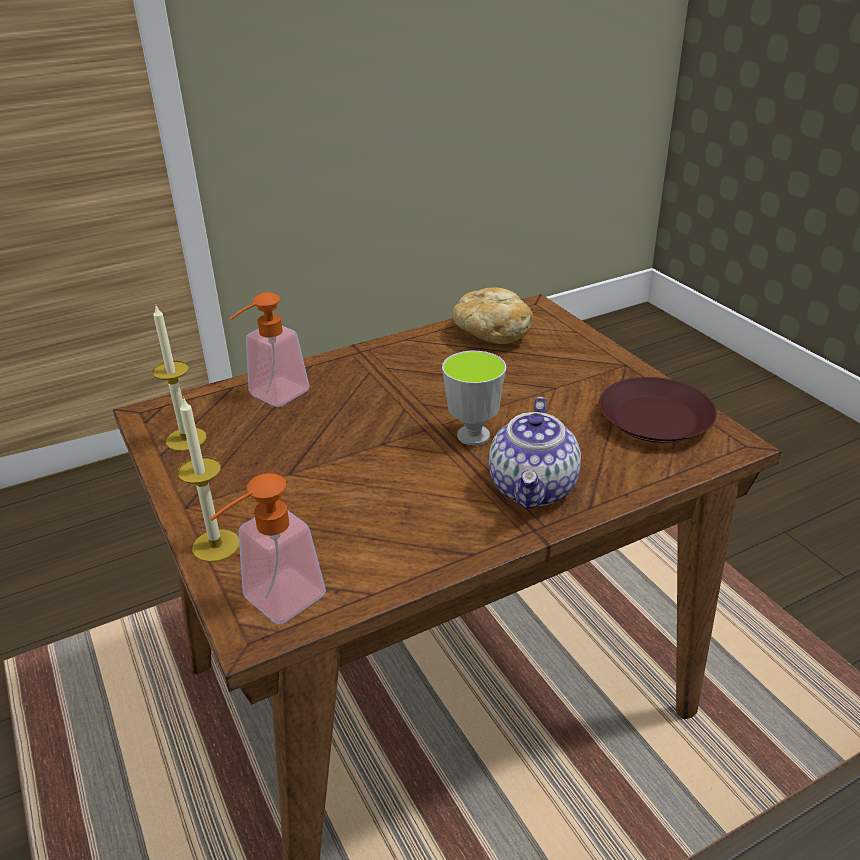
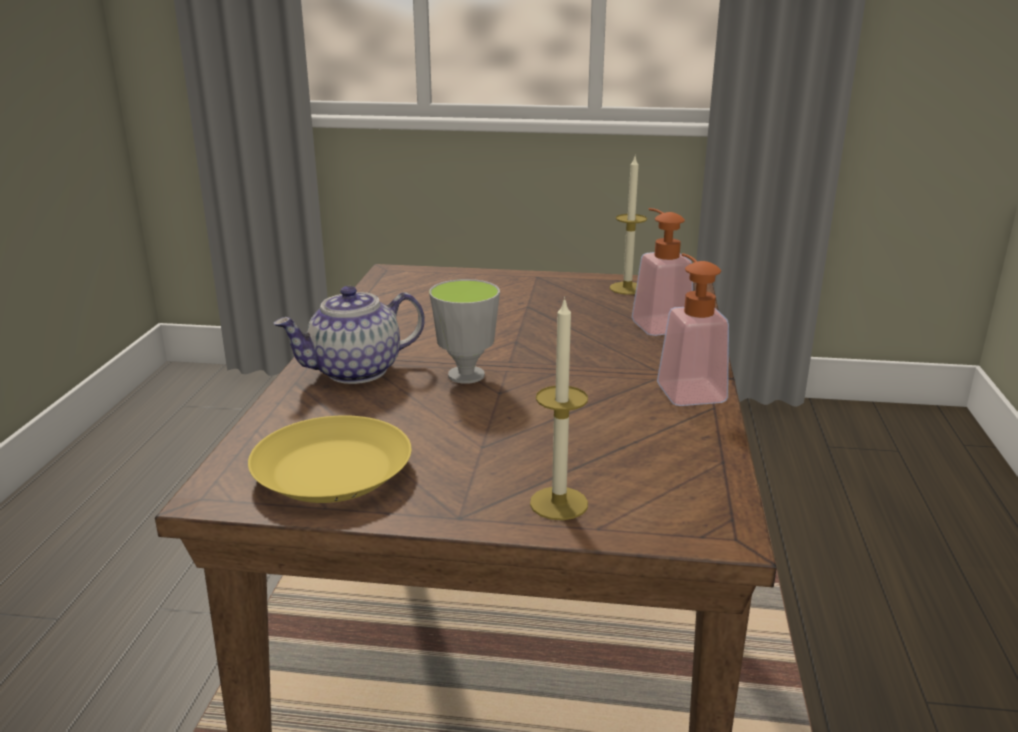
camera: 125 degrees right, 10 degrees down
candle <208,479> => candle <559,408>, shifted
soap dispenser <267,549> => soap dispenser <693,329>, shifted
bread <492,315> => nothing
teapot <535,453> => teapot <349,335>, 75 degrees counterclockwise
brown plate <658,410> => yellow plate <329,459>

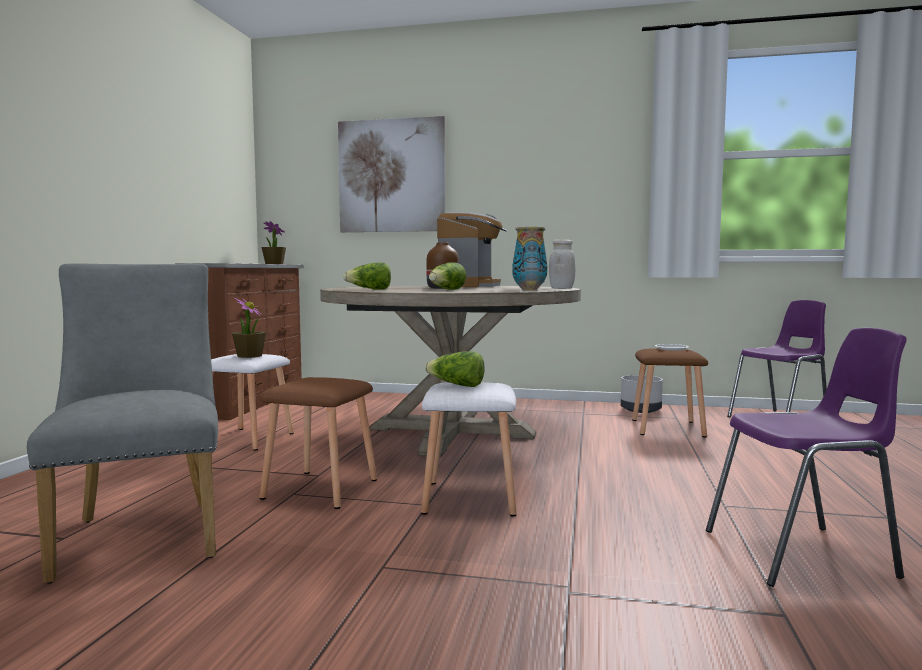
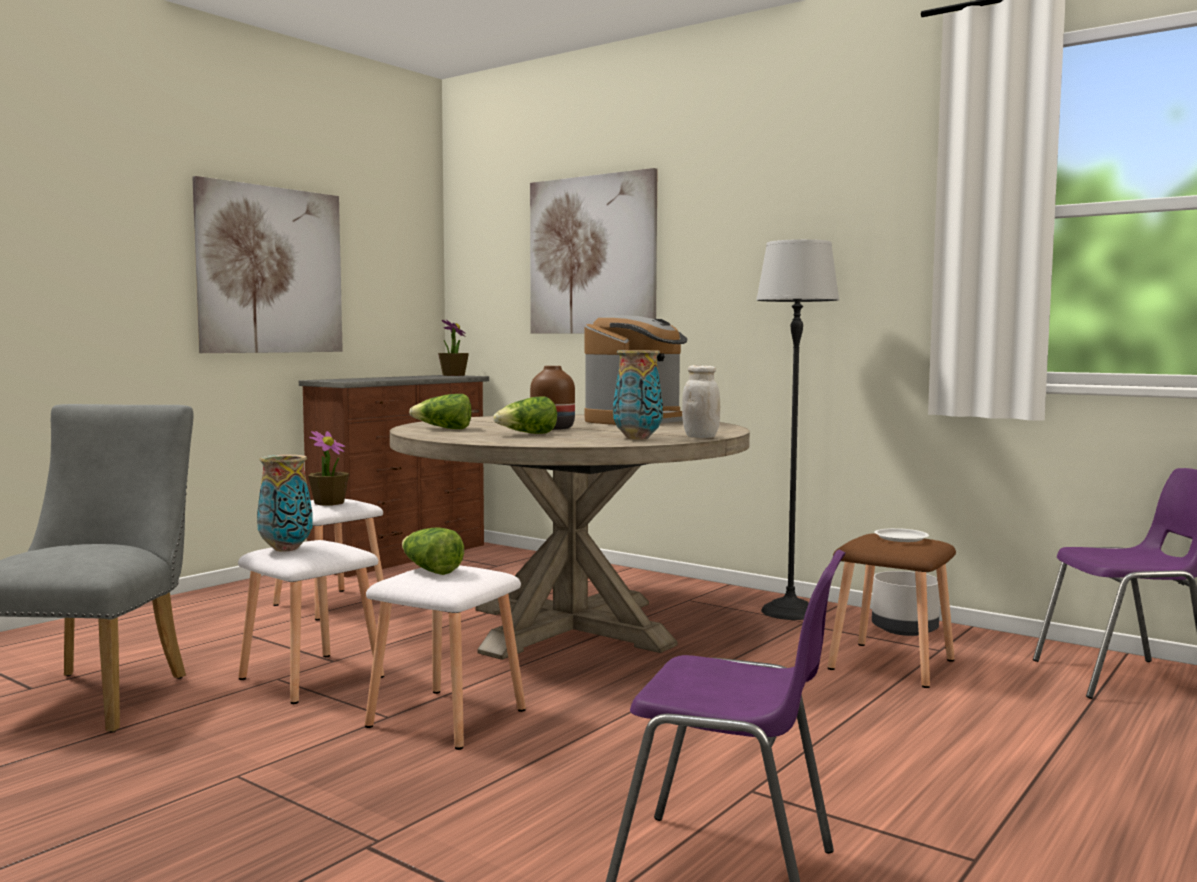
camera: 25 degrees right, 0 degrees up
brown stool <318,443> => white stool <311,622>
nothing => picture <267,264>
nothing => vase <285,503>
nothing => floor lamp <797,429>

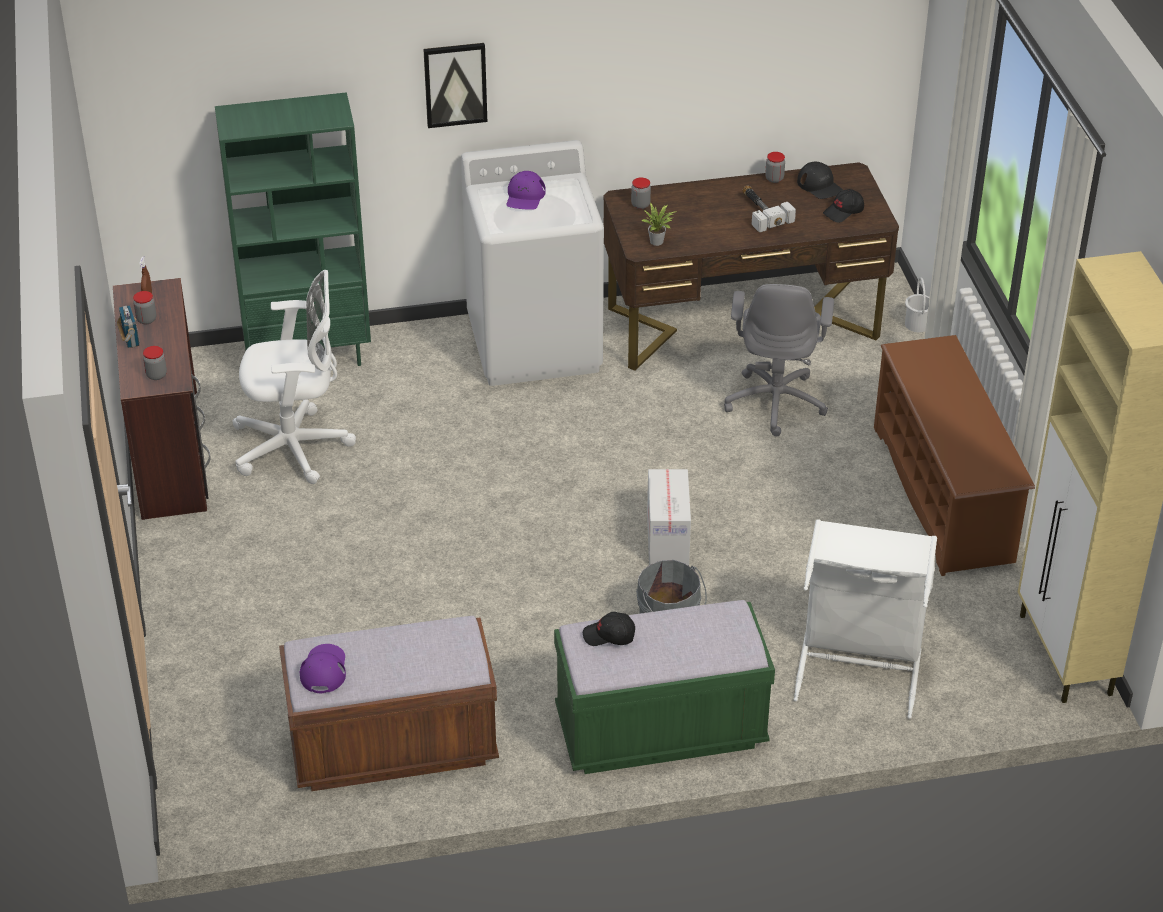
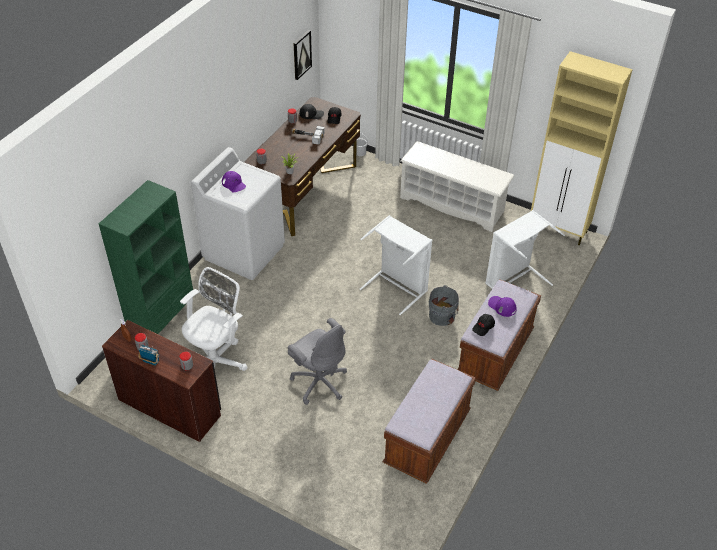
camera: 50 degrees left, 5 degrees up
purple cap <322,668> => purple cap <502,306>, shifted
picture <455,85> => picture <303,55>, shifted
green bench <664,687> => brown bench <499,335>
cardboard box <669,517> => white laundry basket <396,265>
grey office chair <779,360> => grey office chair <317,361>, shifted
brown shoe rack <954,455> => white shoe rack <457,186>

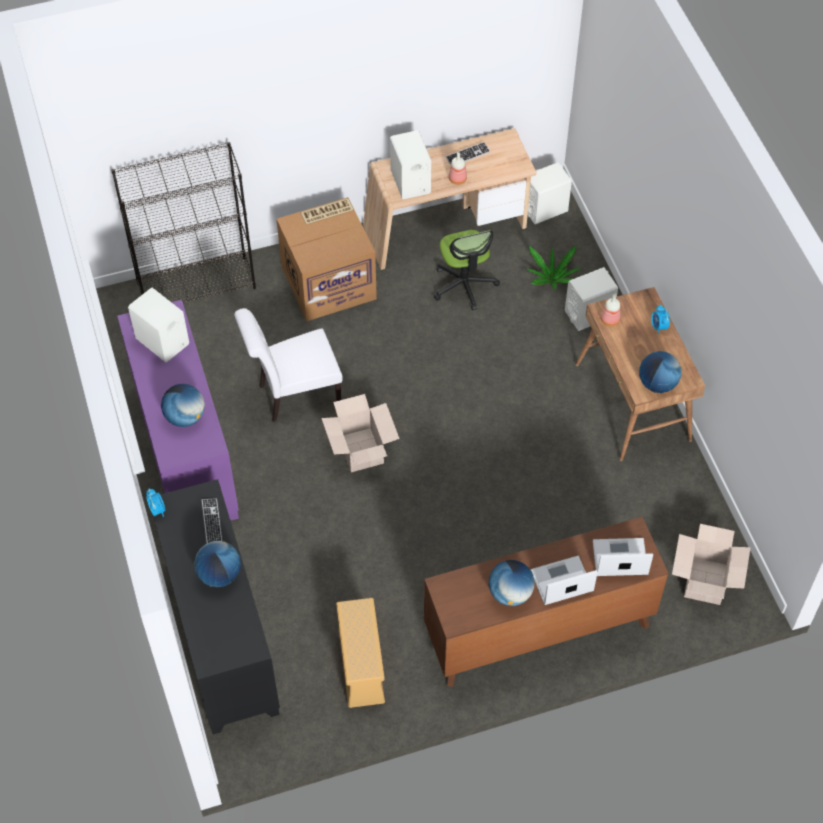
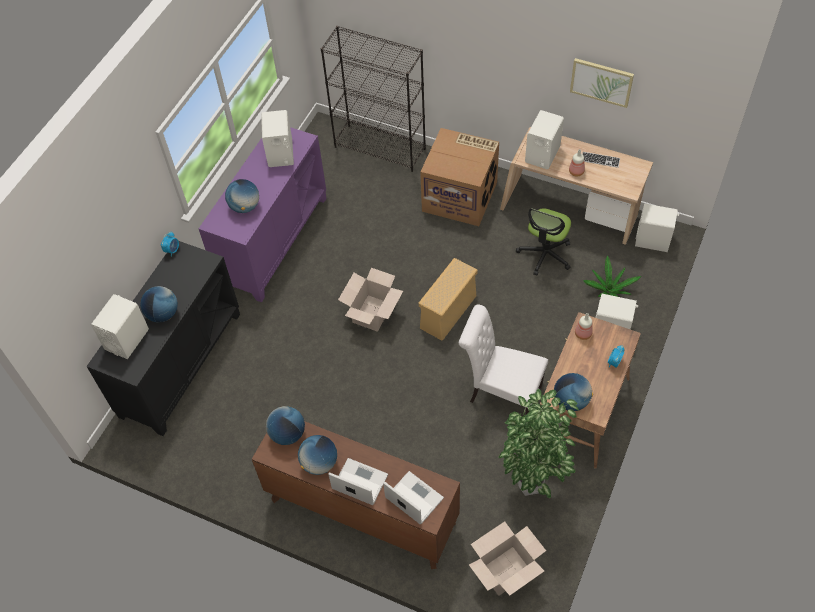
camera: 45 degrees right, 0 degrees up
keyboard <212,520> => nothing
white chair <288,365> => white chair <503,360>, shifted
beige storage box <360,653> => beige storage box <448,299>, shifted
nothing => white speaker <120,326>
nothing => globe <285,425>
nothing => potted plant <539,443>
nothing => picture <602,83>

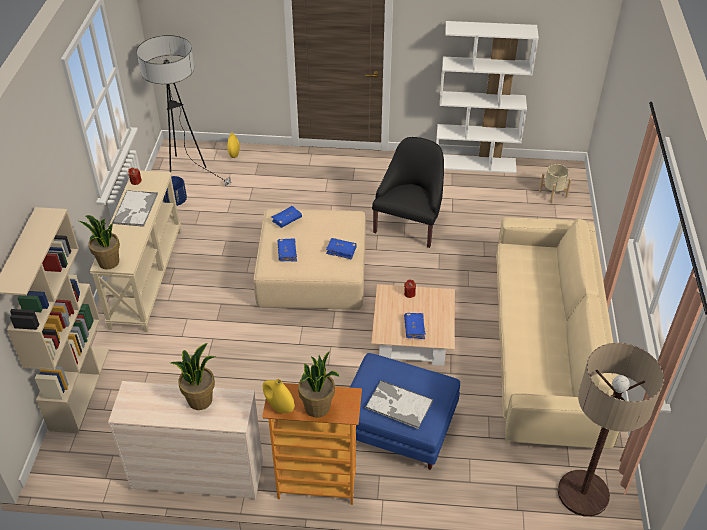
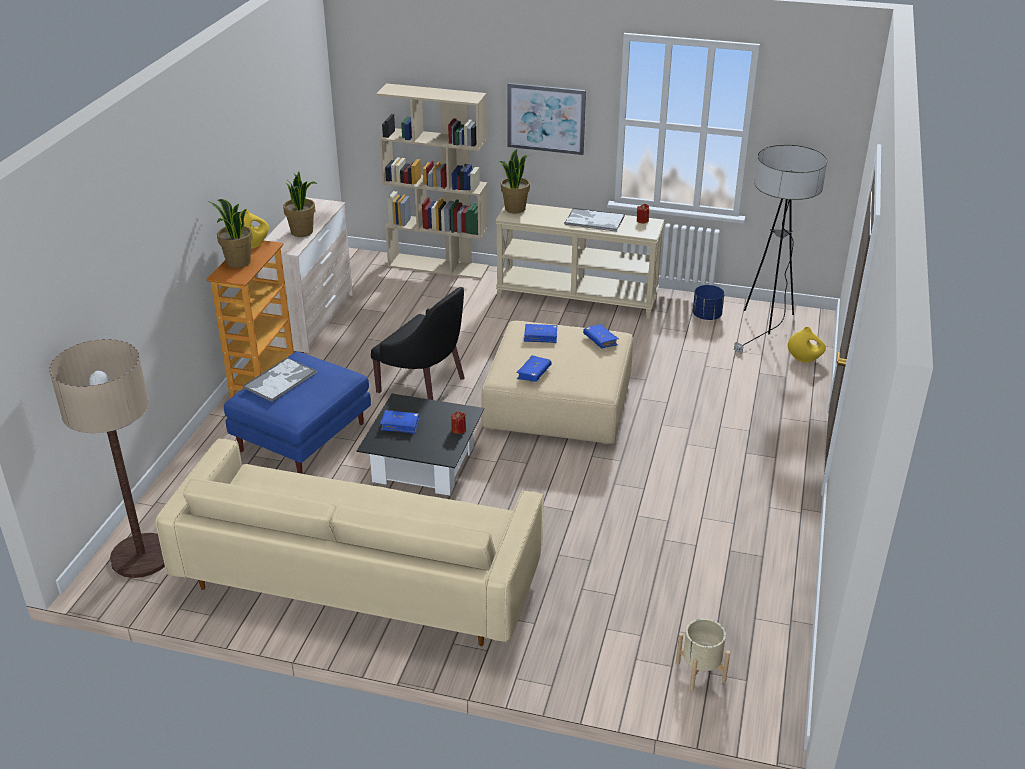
camera: 100 degrees right, 10 degrees down
beige coffee table <413,325> => black coffee table <420,445>
black armchair <408,192> => black armchair <417,343>, shifted
white bookcase <487,97> => nothing
nothing => picture <546,119>

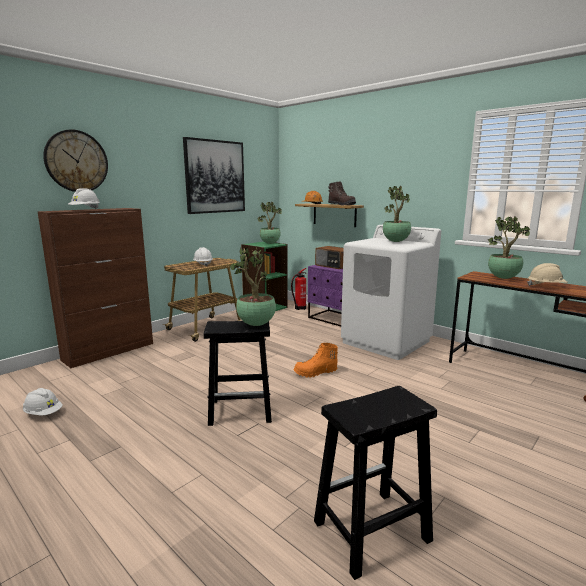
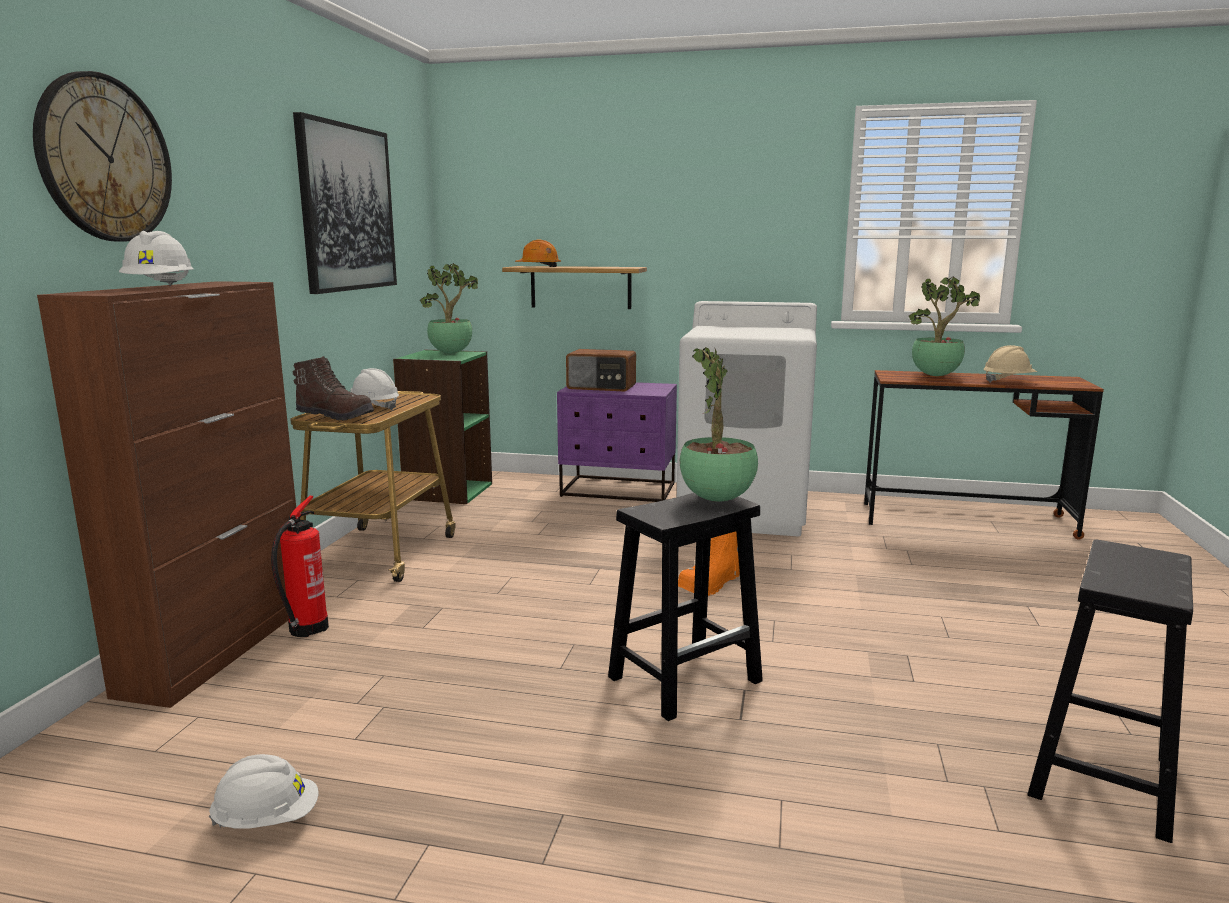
camera: 30 degrees left, 0 degrees up
fire extinguisher <298,289> => fire extinguisher <300,566>, shifted
brown boot <342,193> => brown boot <333,388>, shifted
potted plant <397,214> => nothing

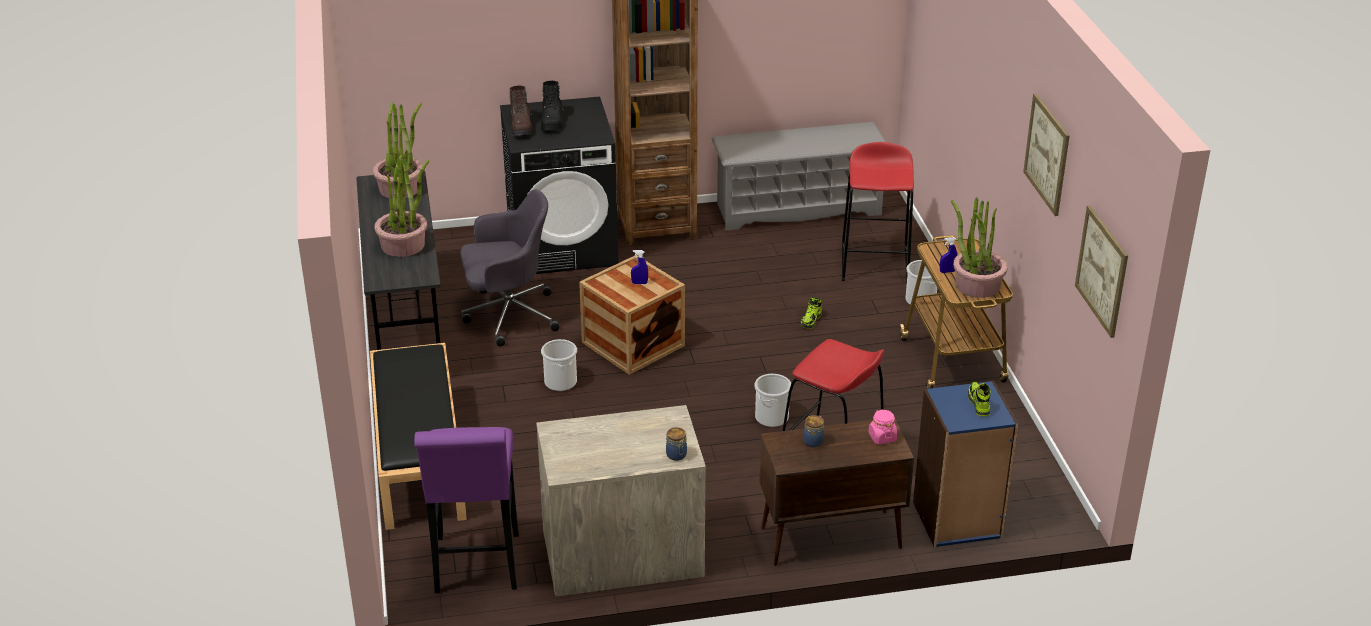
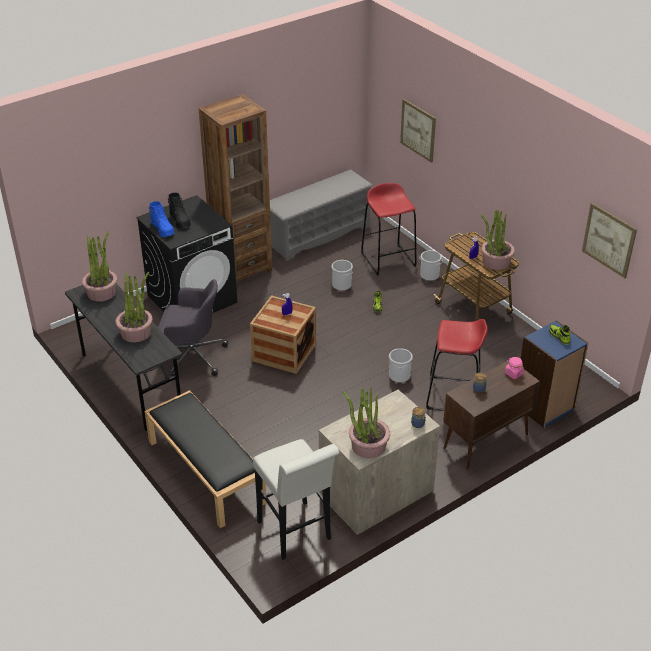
camera: 25 degrees left, 5 degrees up
purple stool <466,510> => white stool <296,499>
grey office chair <510,267> => grey office chair <193,328>, 45 degrees clockwise
brown boot <521,110> => blue boot <162,219>
bucket <559,365> => bucket <342,275>, shifted
picture <1046,154> => picture <418,131>, shifted
nothing => potted plant <366,422>

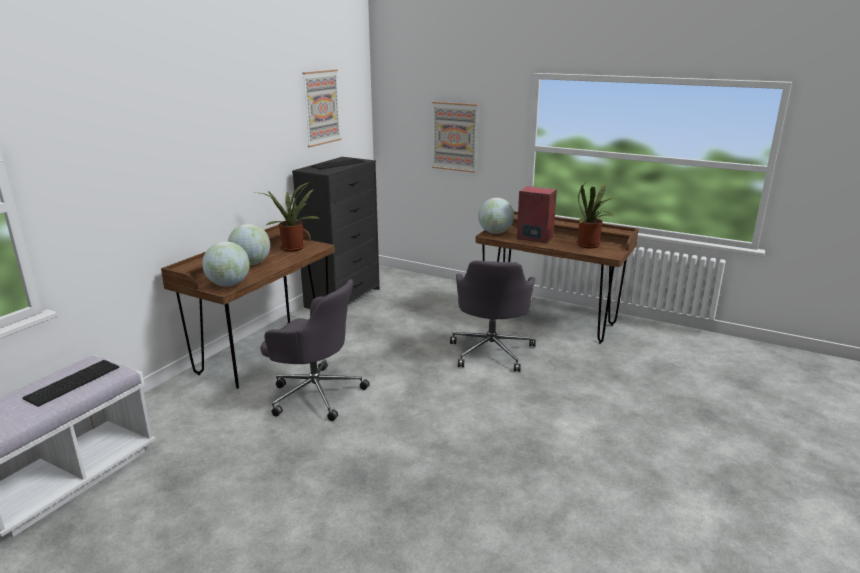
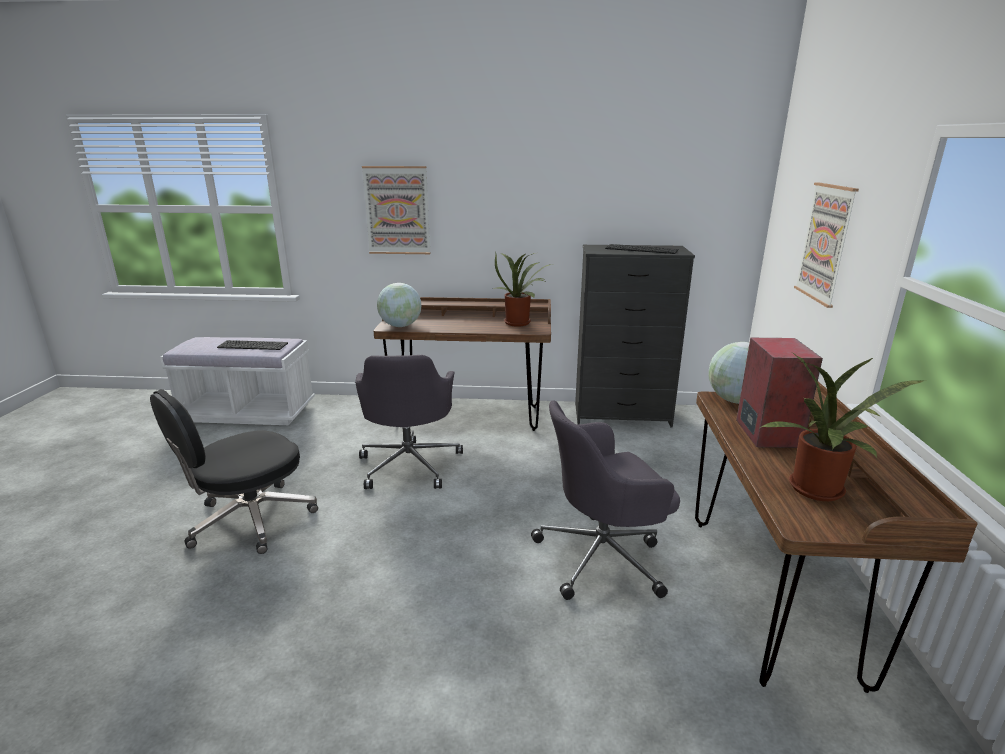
camera: 65 degrees right, 0 degrees up
globe <249,244> => nothing
picture <322,108> => picture <396,210>, shifted
nothing => black office chair <234,471>

